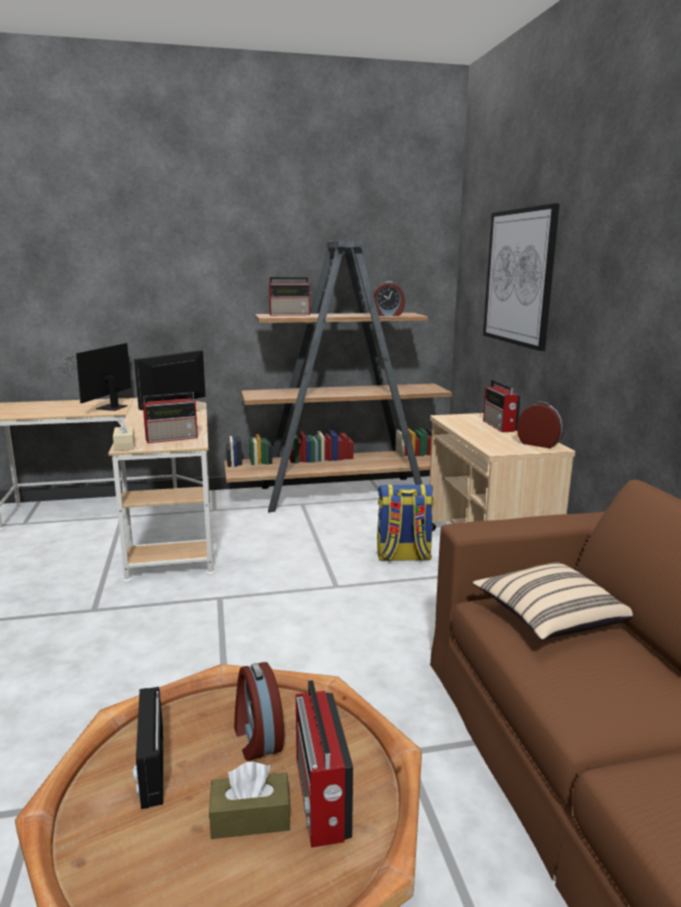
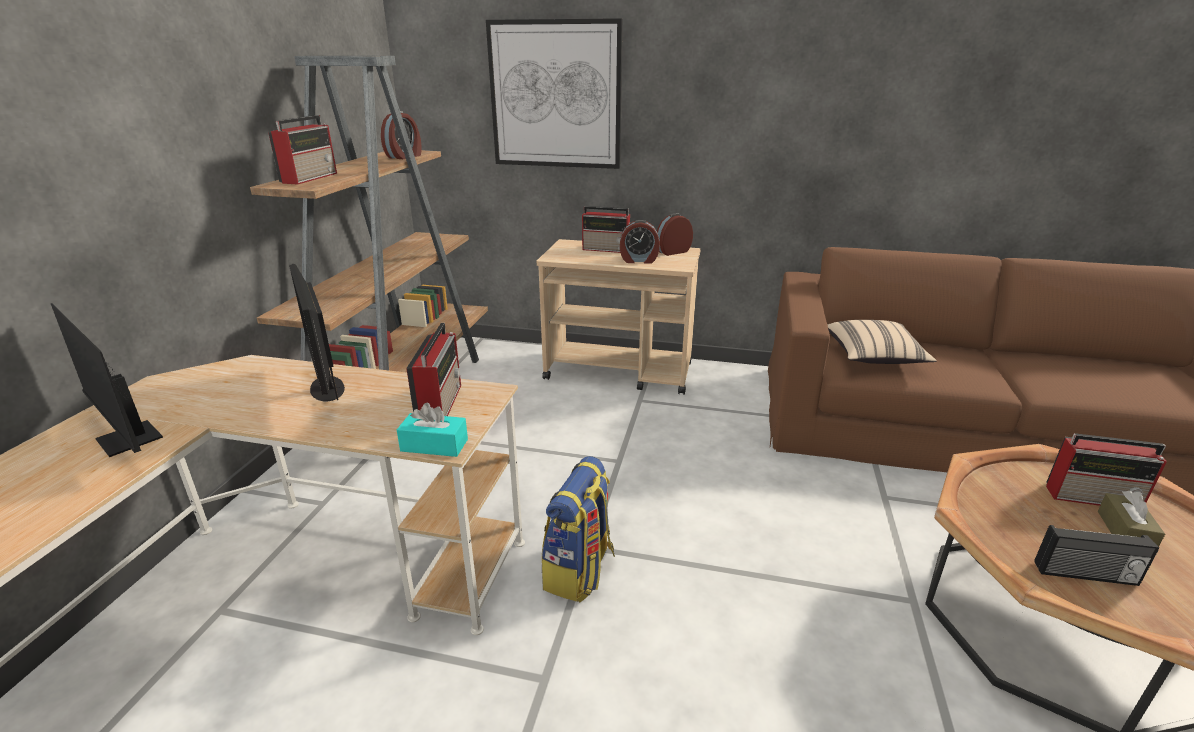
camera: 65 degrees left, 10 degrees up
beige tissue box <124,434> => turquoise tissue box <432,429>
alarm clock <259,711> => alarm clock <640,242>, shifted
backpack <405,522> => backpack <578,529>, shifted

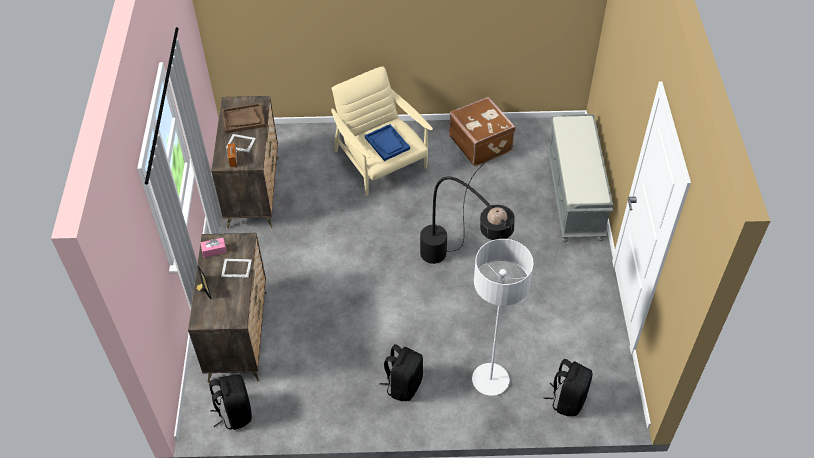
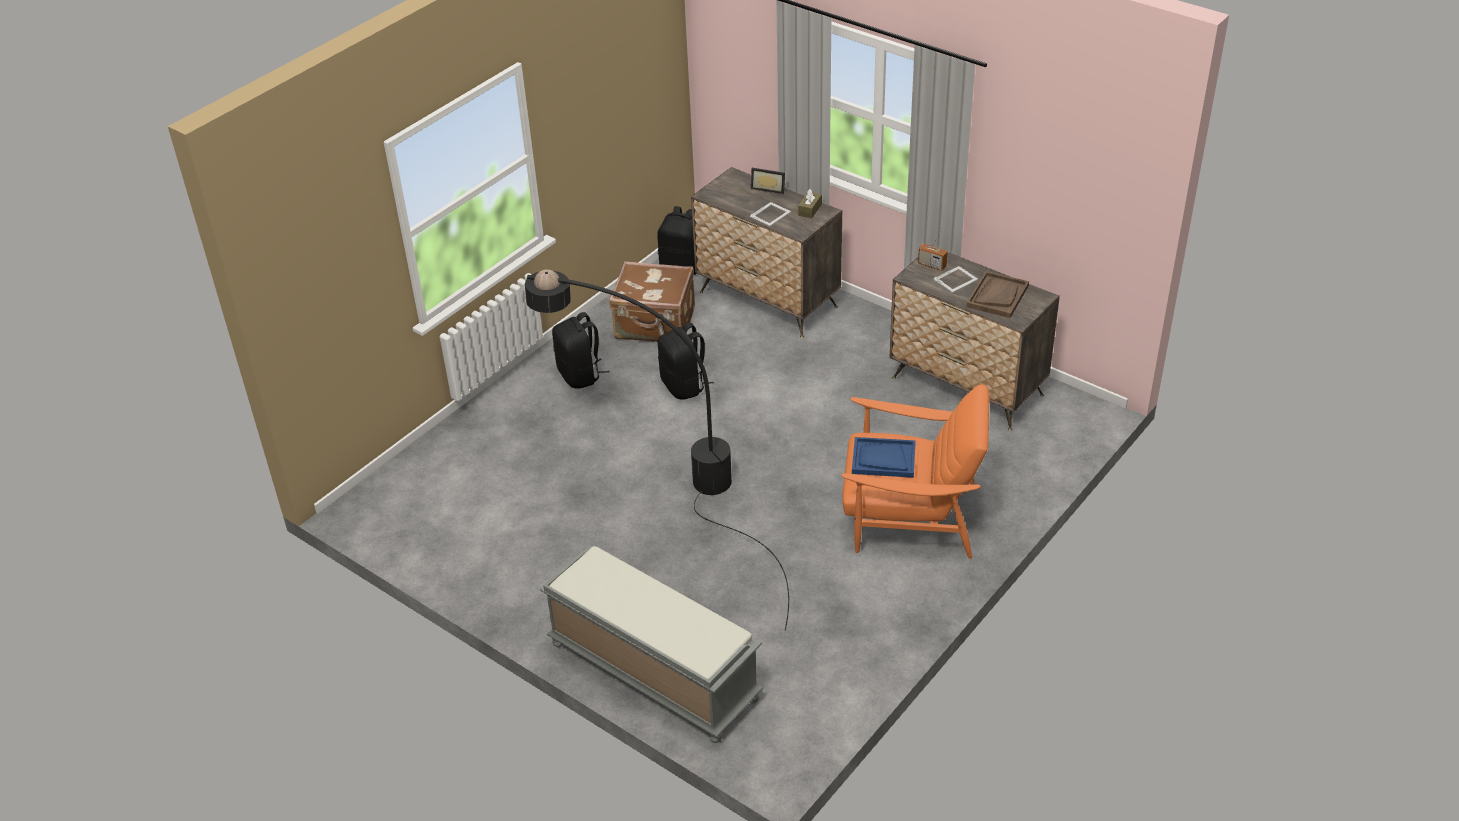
camera: 130 degrees right, 10 degrees down
pink tissue box <213,247> => brown tissue box <810,203>
beige armchair <382,131> => orange armchair <915,472>
brown suitcase <482,131> => brown suitcase <652,301>, shifted
grey floor lamp <503,317> => nothing
black backpack <568,387> => black backpack <686,361>, shifted

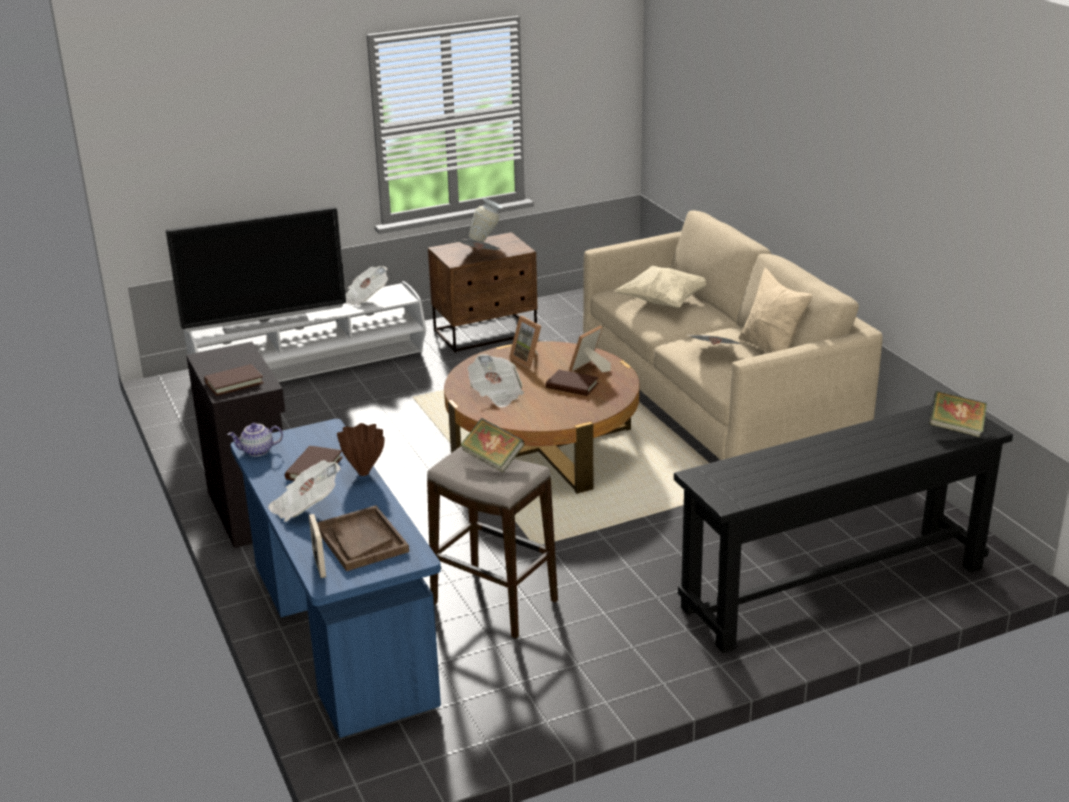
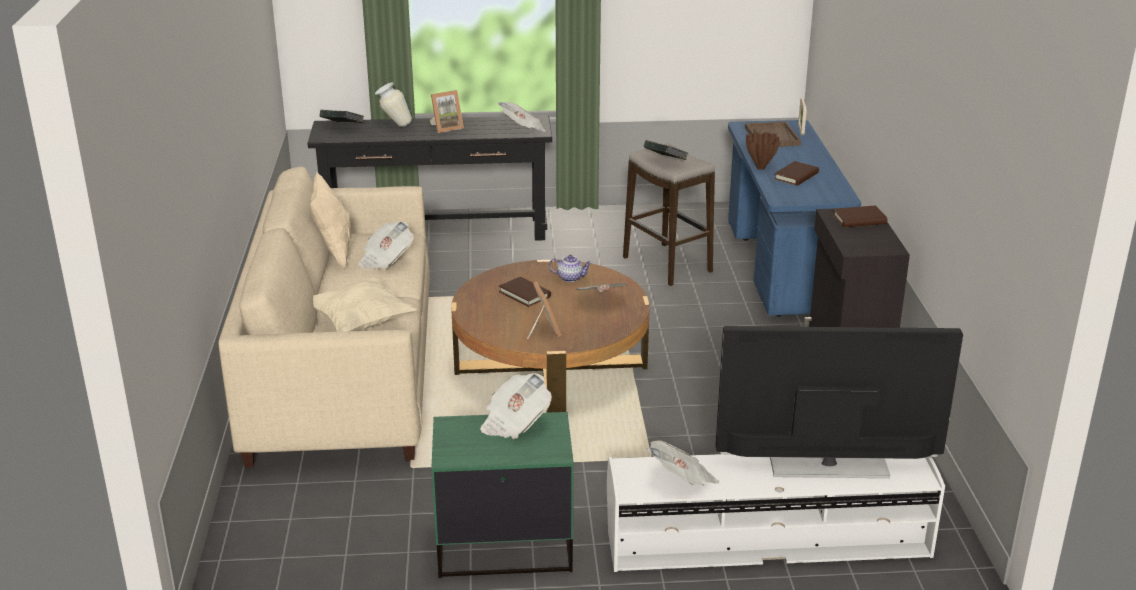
camera: 160 degrees left, 0 degrees up
teapot <255,440> => teapot <570,268>, shifted
newspaper <304,491> => newspaper <521,117>, shifted
brown nightstand <483,292> => green nightstand <502,495>
vase <485,220> => vase <393,104>, shifted
picture frame <590,349> => picture frame <447,111>, shifted

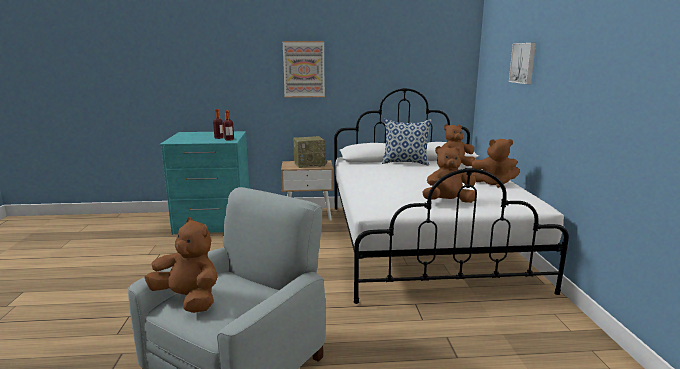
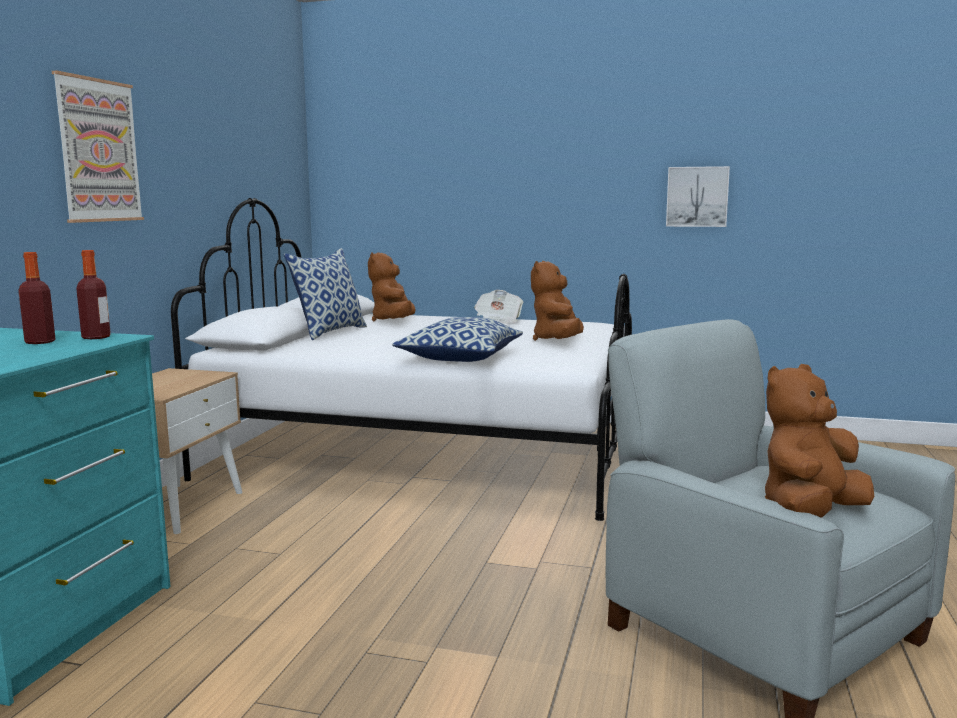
camera: 70 degrees left, 5 degrees down
radio <310,152> => nothing
brown plush toy <495,163> => newspaper <499,307>
picture <522,63> => picture <698,196>, shifted
nothing => pillow <457,339>

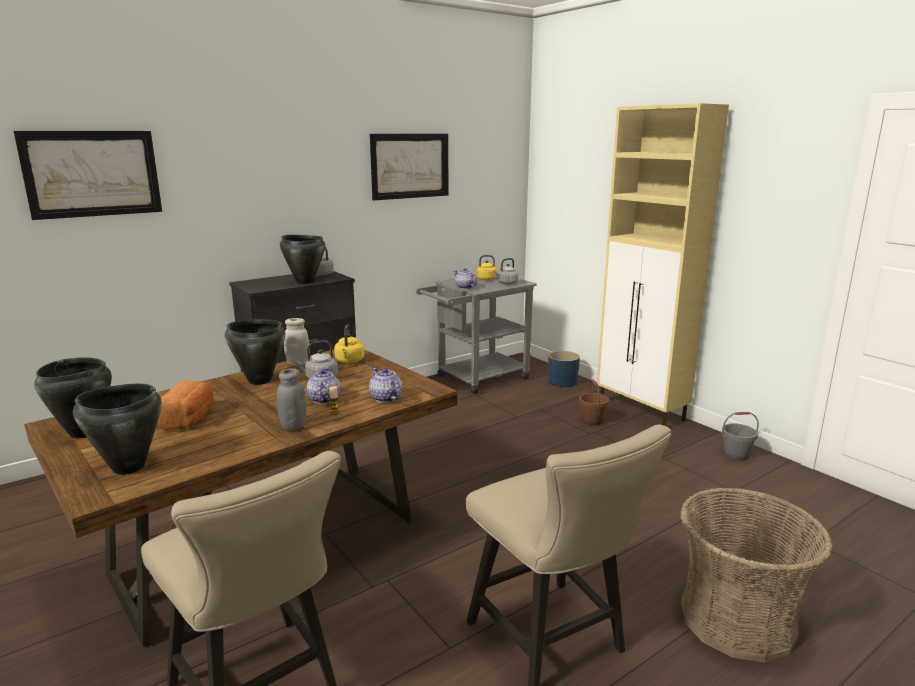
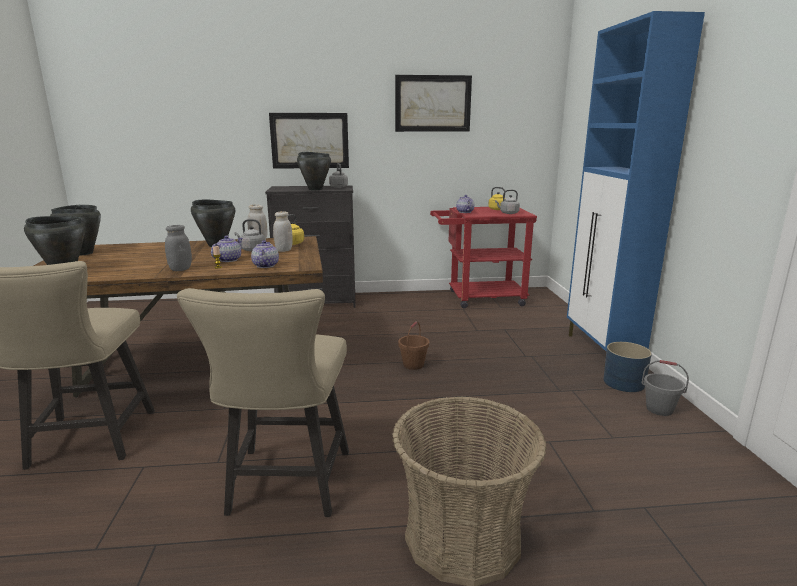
camera: 30 degrees right, 0 degrees up
picture <88,175> => picture <309,141>, shifted
bread <186,405> => nothing
grey cart <476,334> => red cart <483,257>
blue planter <564,369> => blue planter <628,367>, shifted
brown bucket <594,402> => brown bucket <413,345>, shifted
beige cabinet <663,264> => blue cabinet <636,190>
nothing => white jar <283,231>

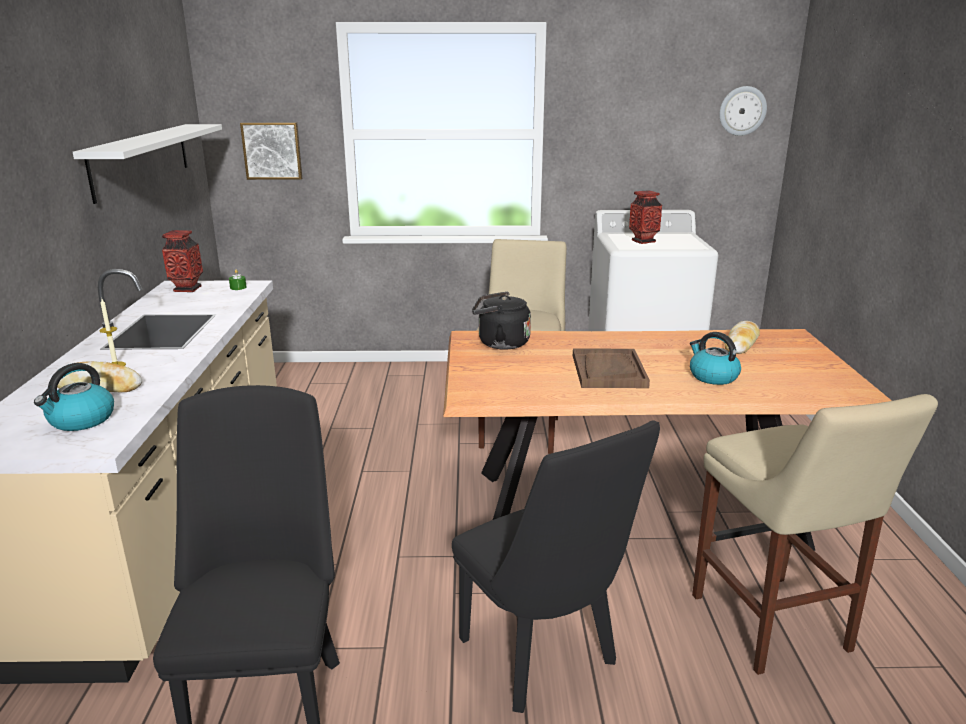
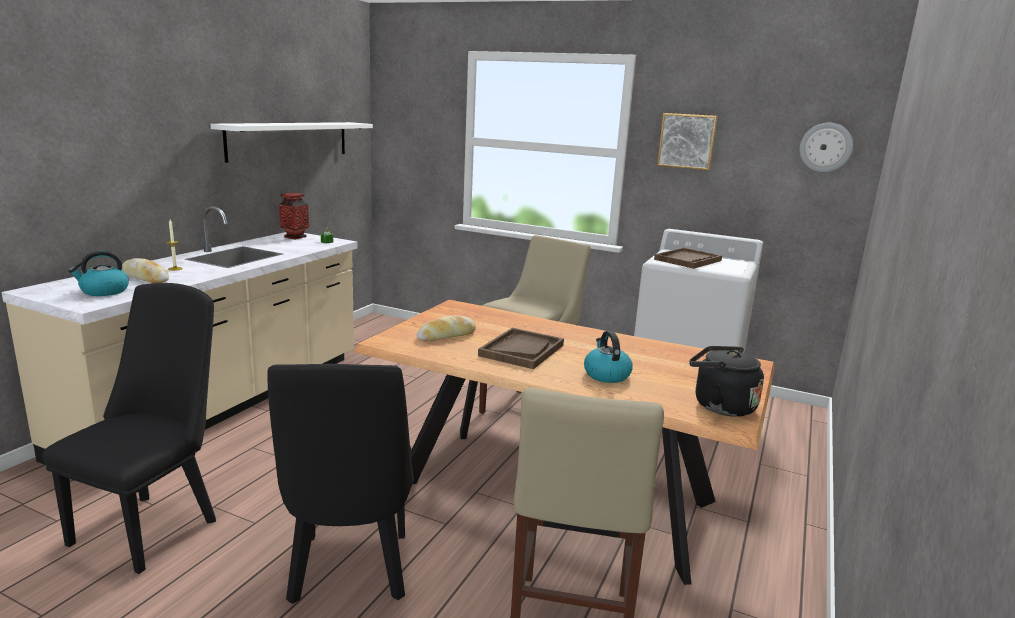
camera: 25 degrees right, 5 degrees down
picture <271,151> => picture <687,142>, shifted
black kettle <501,321> => black kettle <726,381>, shifted
vase <645,217> => brown tray <688,258>
bread <742,337> => bread <446,328>, shifted

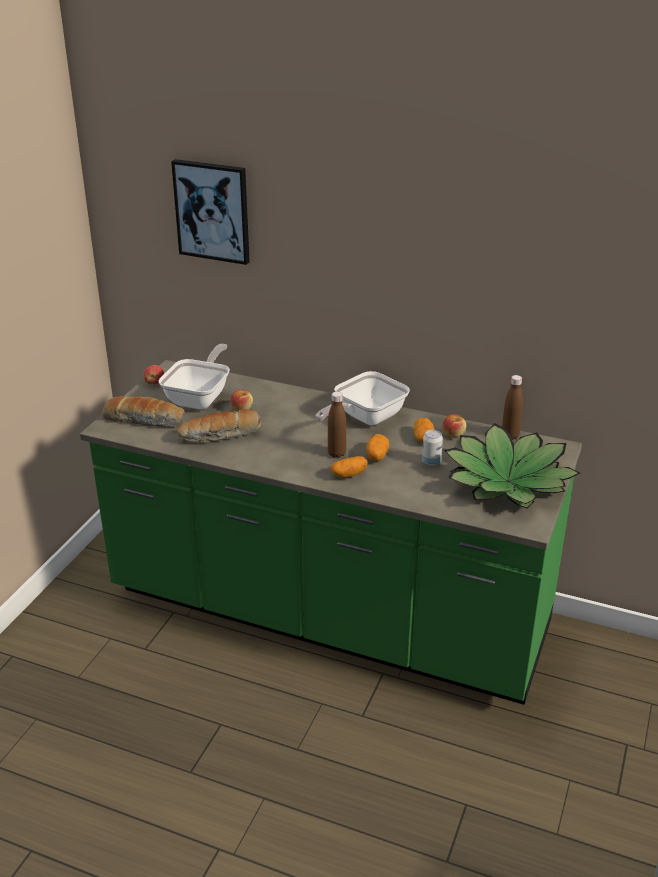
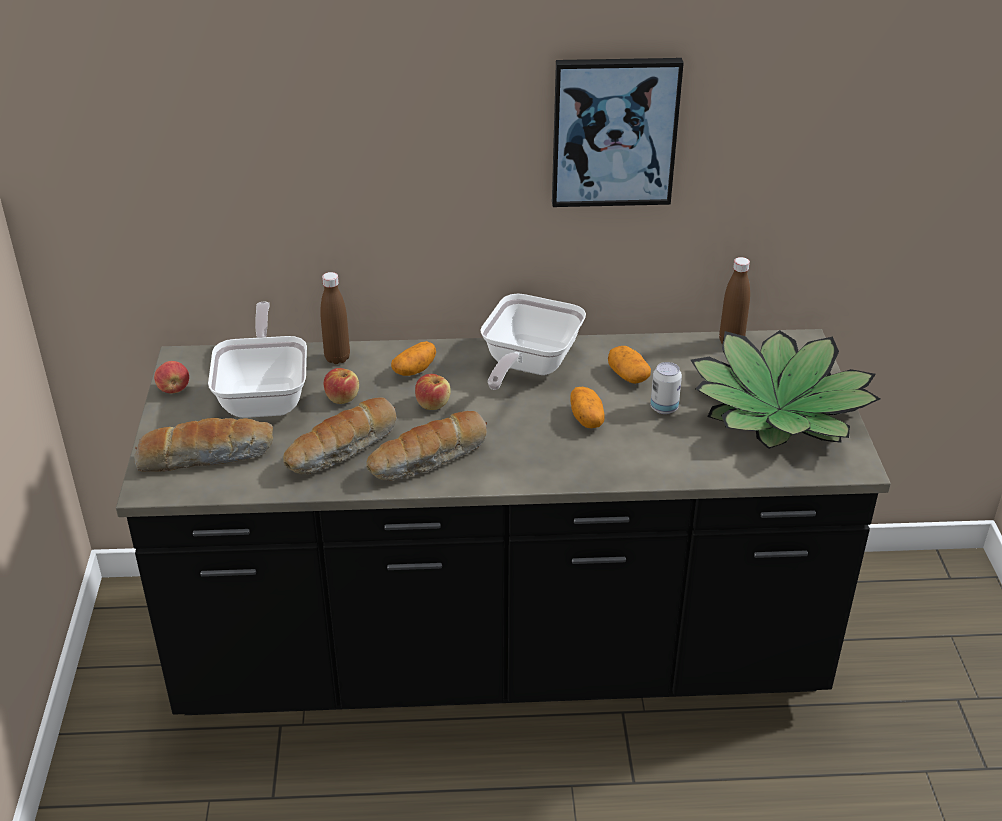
camera: 25 degrees left, 5 degrees up
green counter <331,532> => black counter <503,522>
picture <210,212> => picture <618,132>, shifted
brown bottle <337,425> => brown bottle <335,318>, shifted
potato <349,466> => potato <413,358>, shifted
apple <454,426> => apple <433,392>, shifted
nothing => bread <426,446>

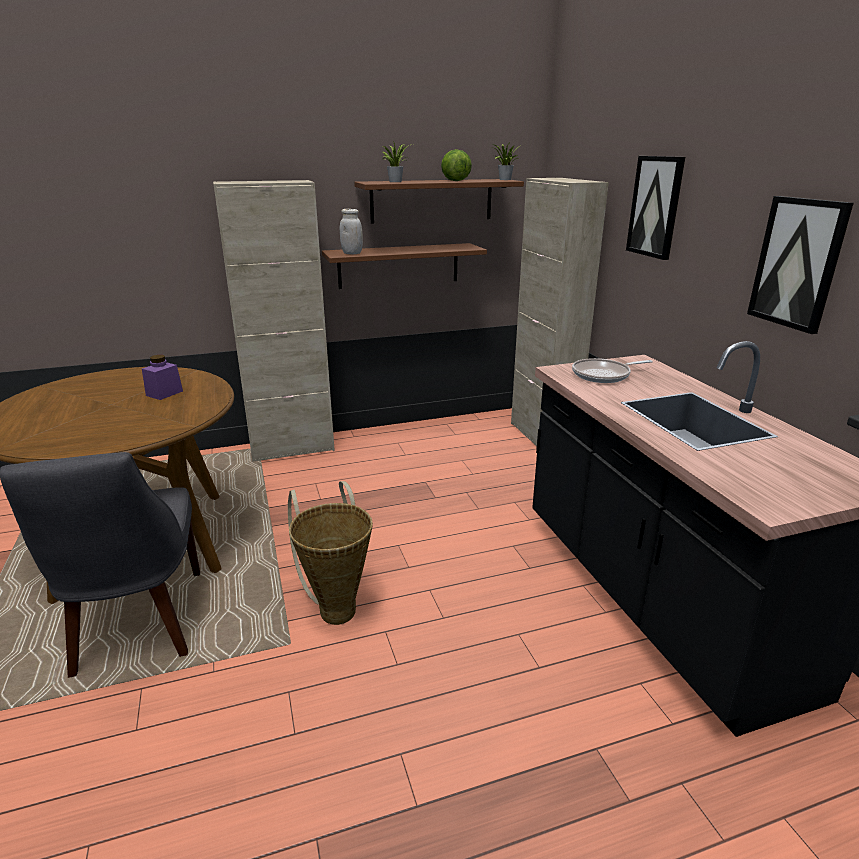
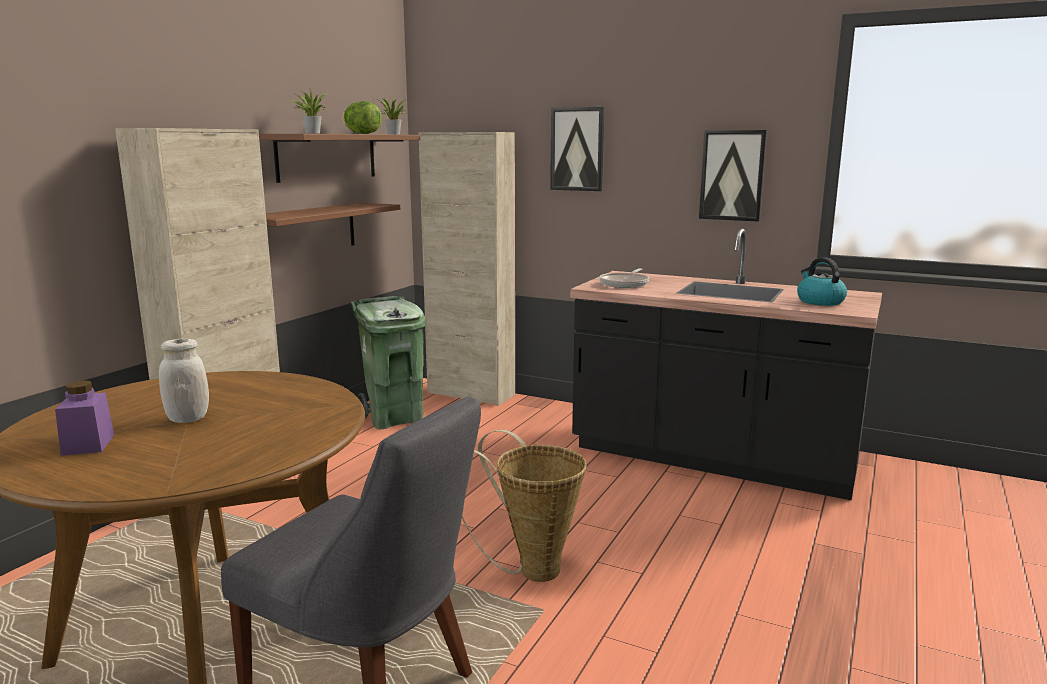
camera: 45 degrees left, 10 degrees down
purple jar <162,377> => purple jar <84,418>, shifted
white jar <351,232> => white jar <184,381>, shifted
nothing => green trash can <387,362>
nothing => kettle <822,281>

